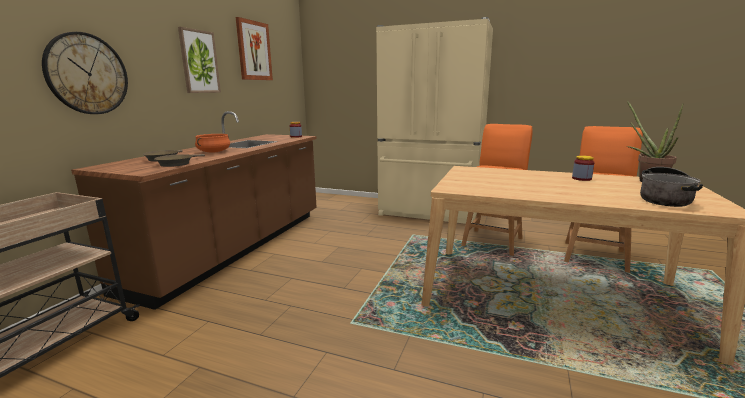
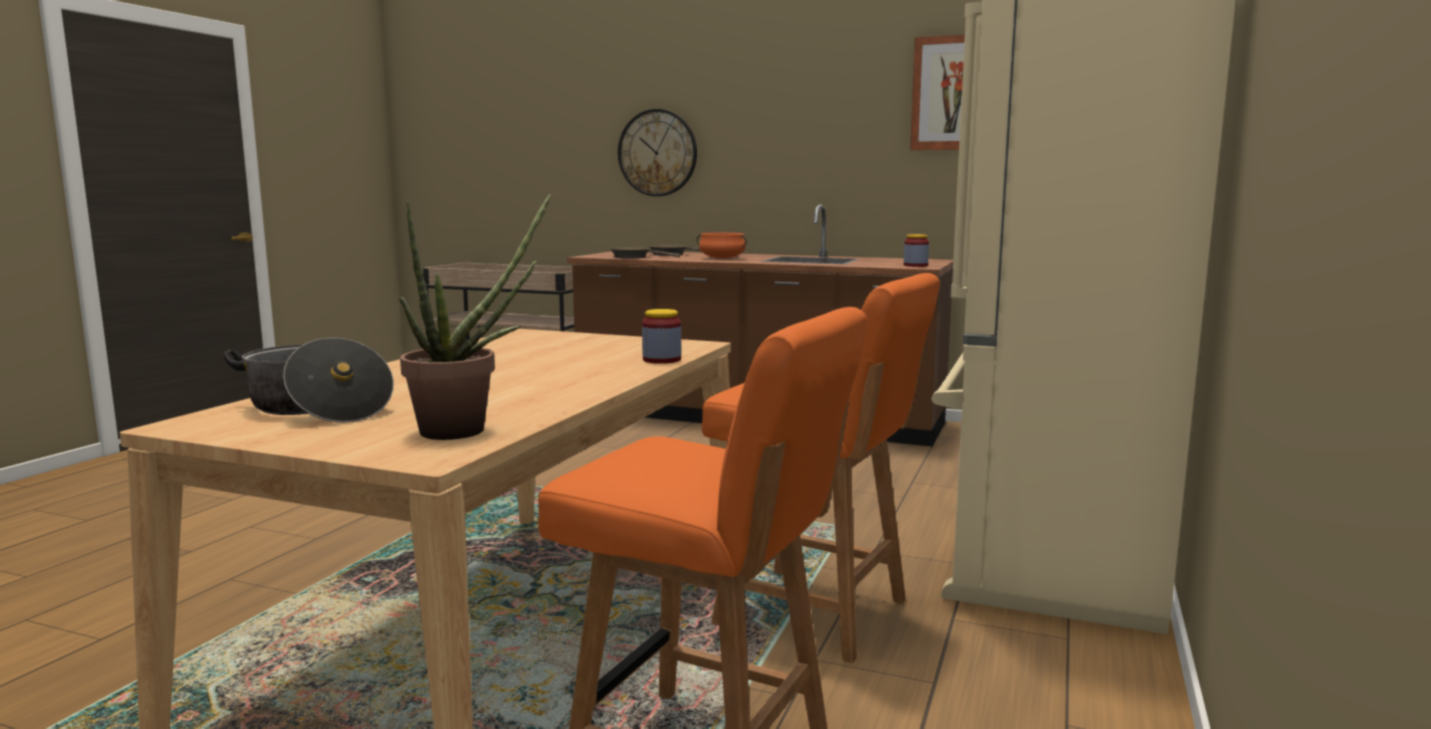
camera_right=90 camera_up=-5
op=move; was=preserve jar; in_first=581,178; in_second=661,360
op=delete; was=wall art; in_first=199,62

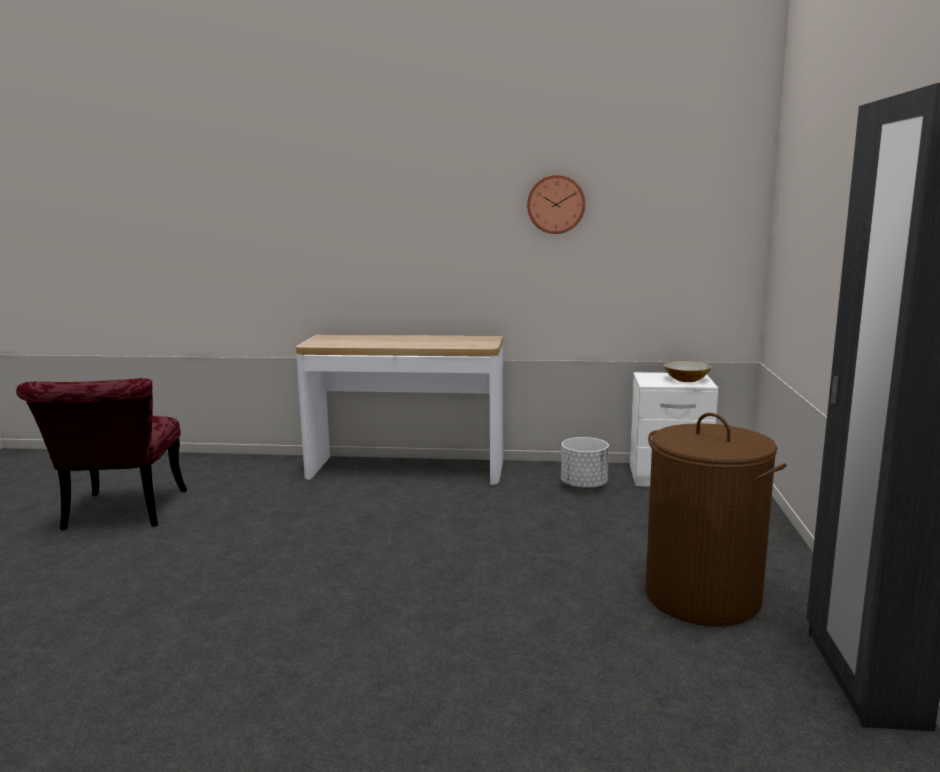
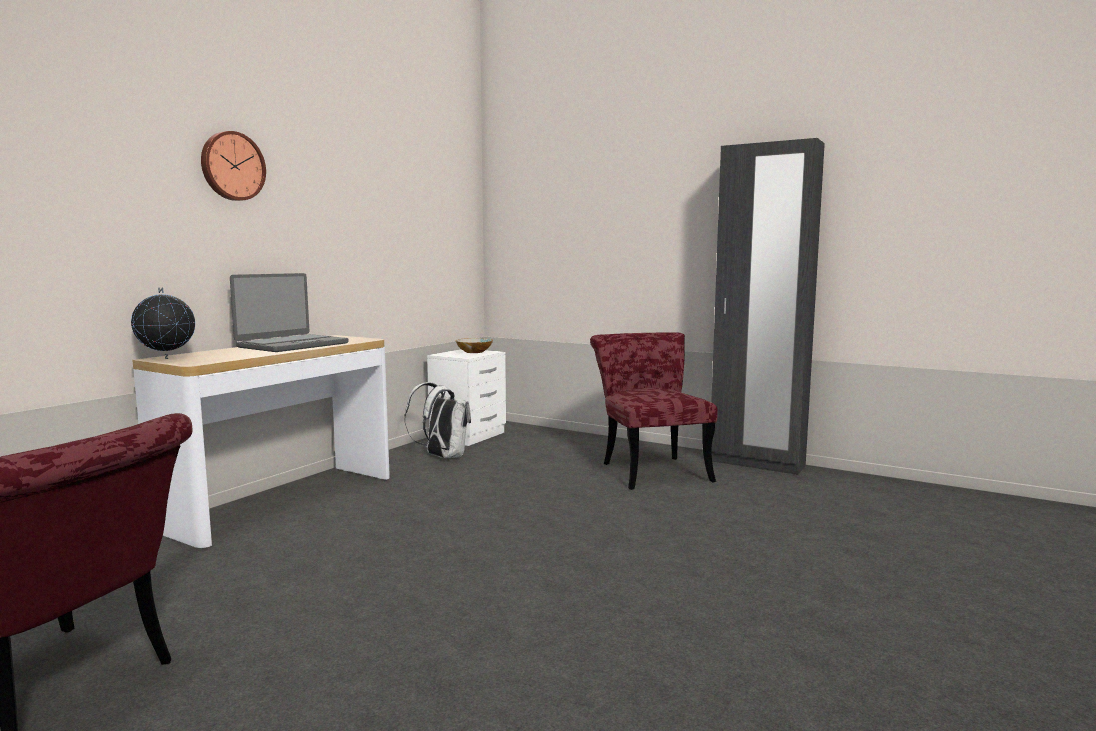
camera_right=-65 camera_up=-5
op=insert; now=desk globe; in_second=166,358
op=move; was=clock on the wall; in_first=556,204; in_second=232,166
op=insert; now=portable computer; in_second=292,345
op=replace; was=whitish planter; now=whitish knapsack; in_first=583,485; in_second=442,457
op=replace; was=brown laundry basket; now=red upright chair; in_first=703,597; in_second=650,469

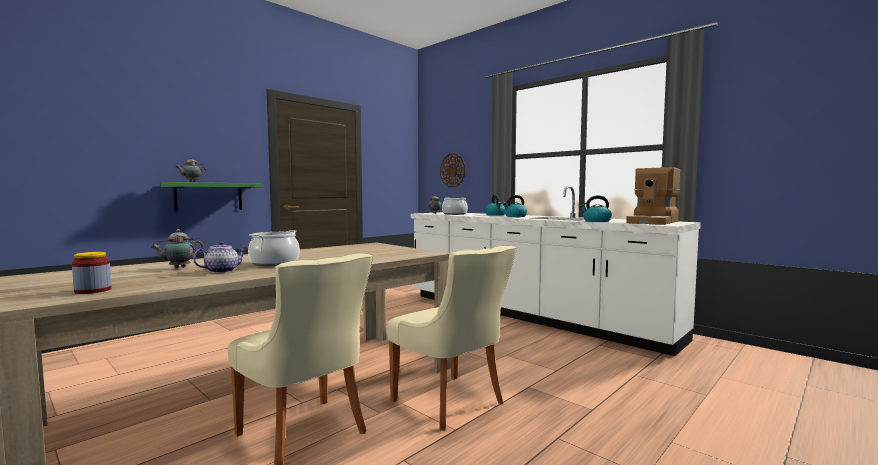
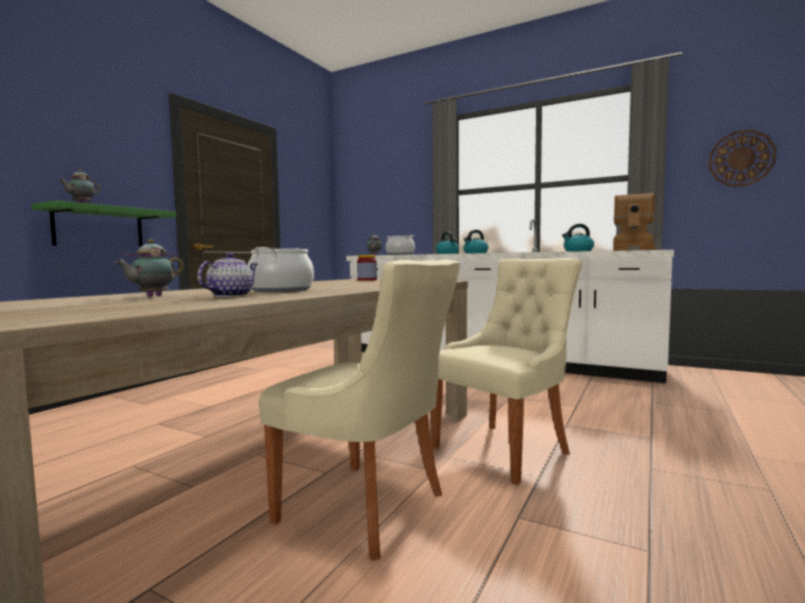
camera_right=-15 camera_up=0
op=move; was=preserve jar; in_first=93,290; in_second=367,280
op=rotate; was=sand-coloured upright chair; in_first=451,403; in_second=504,449; clockwise=-75
op=move; was=clock on the wall; in_first=452,170; in_second=741,158

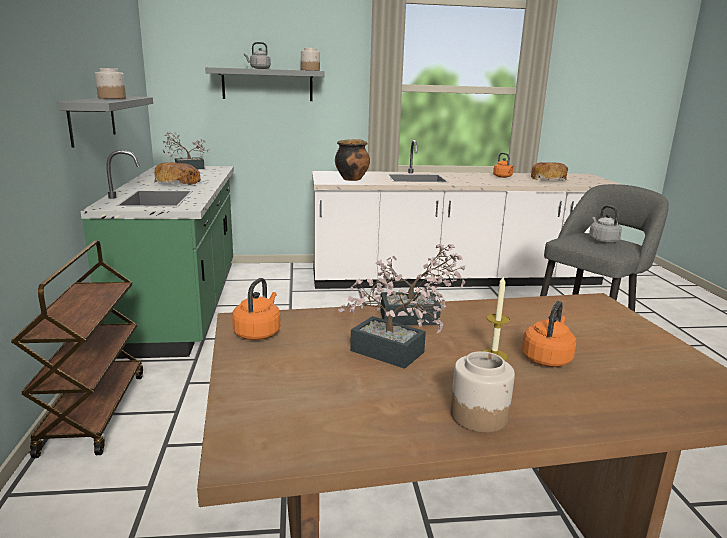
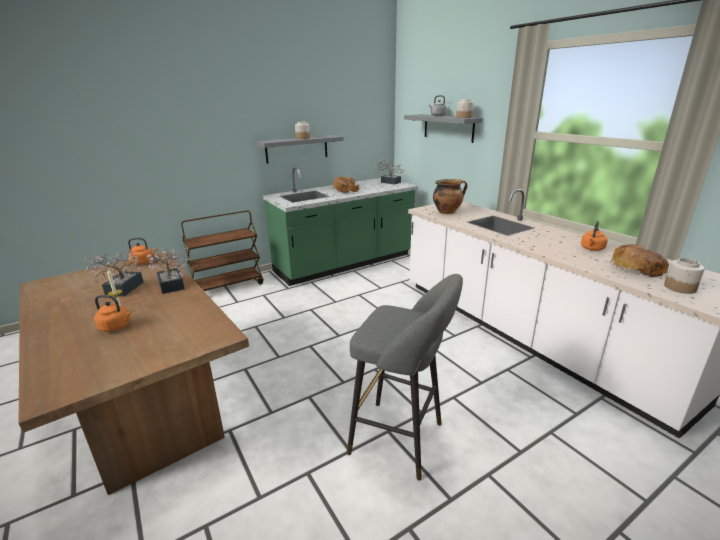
camera_right=65 camera_up=5
op=move; was=preserve jar; in_first=479,415; in_second=680,287
op=delete; was=gray kettle; in_first=602,241

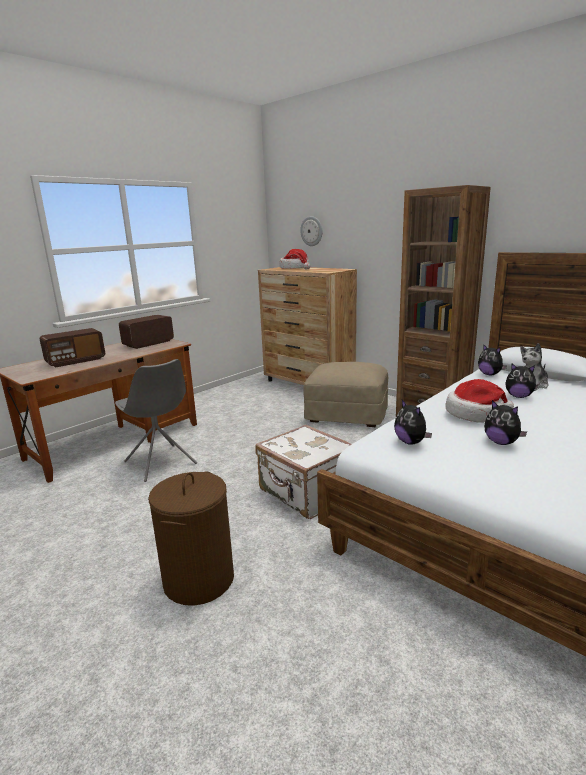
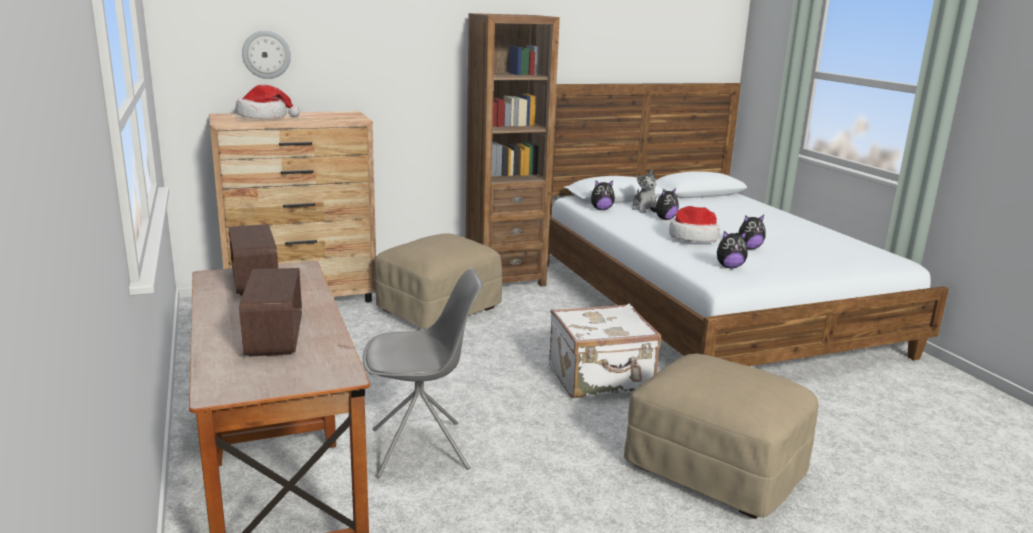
camera_right=-65 camera_up=0
op=replace; was=brown laundry basket; now=sand-coloured ottoman; in_first=199,580; in_second=716,468

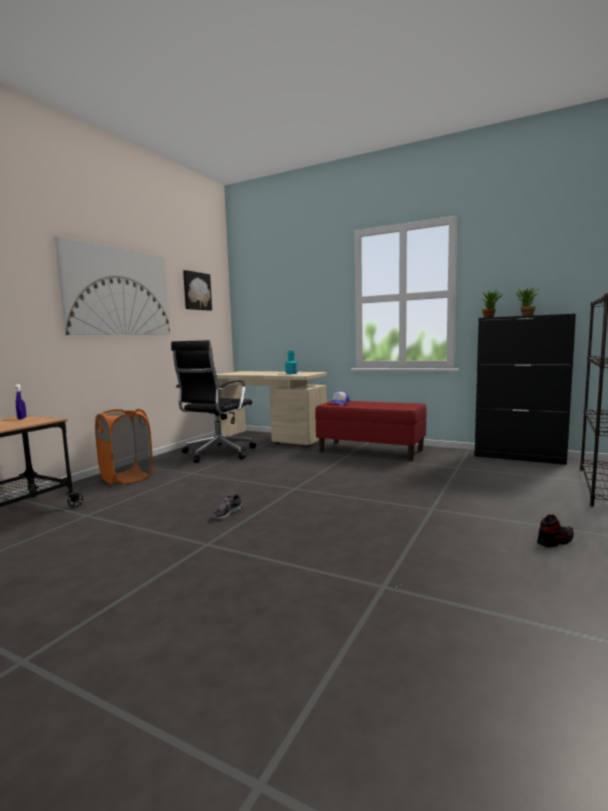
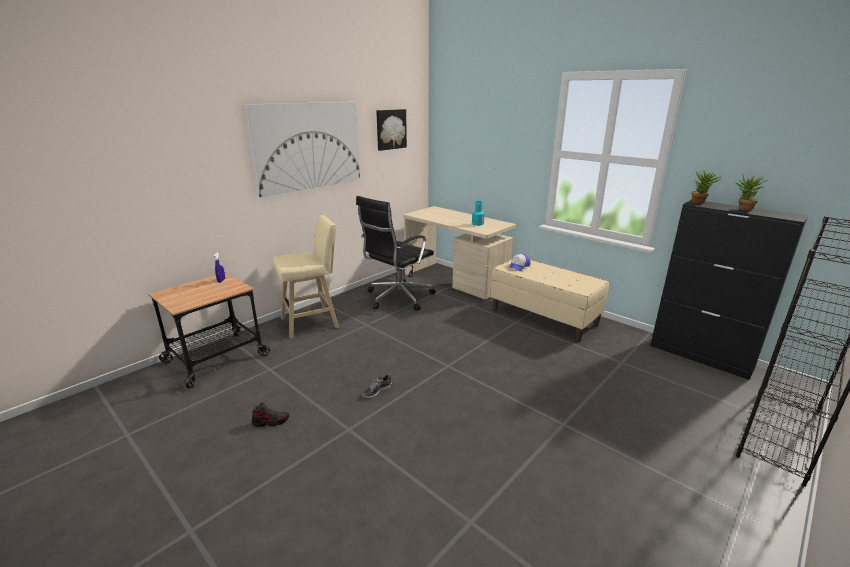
camera_right=15 camera_up=15
op=move; was=shoe; in_first=555,541; in_second=270,421
op=replace; was=orange-coloured laundry basket; now=sand-coloured stool; in_first=127,478; in_second=312,322
op=recolor; was=red indoor bench; now=sand-coloured indoor bench; in_first=371,451; in_second=544,317

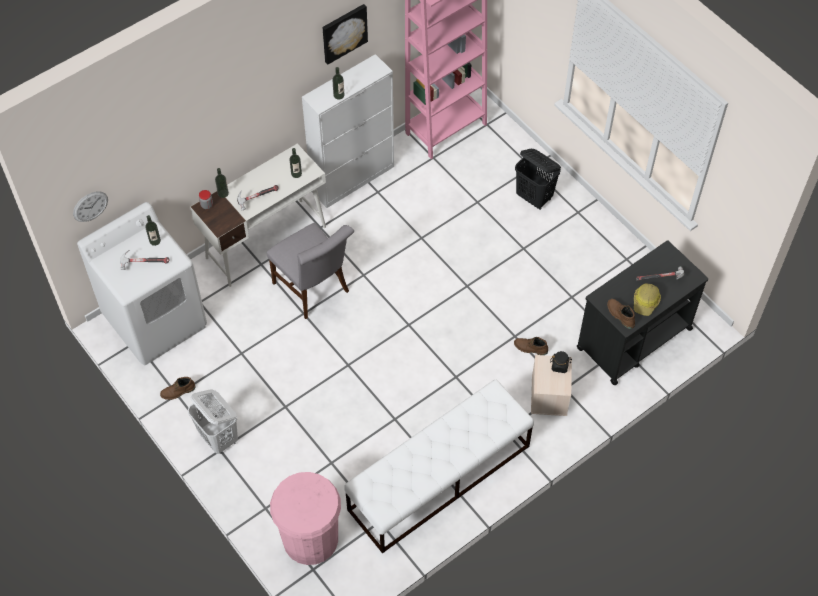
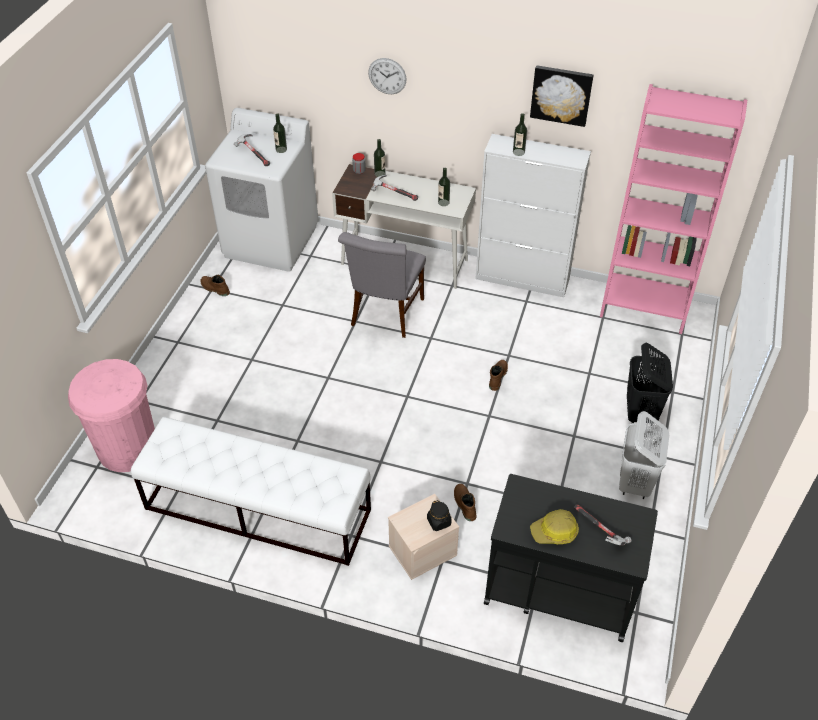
camera_right=55 camera_up=-10
op=move; was=clock on the wall; in_first=90,206; in_second=387,76
op=move; was=brown high-top boot; in_first=620,315; in_second=497,376
op=move; was=whitish laundry basket; in_first=219,438; in_second=635,483

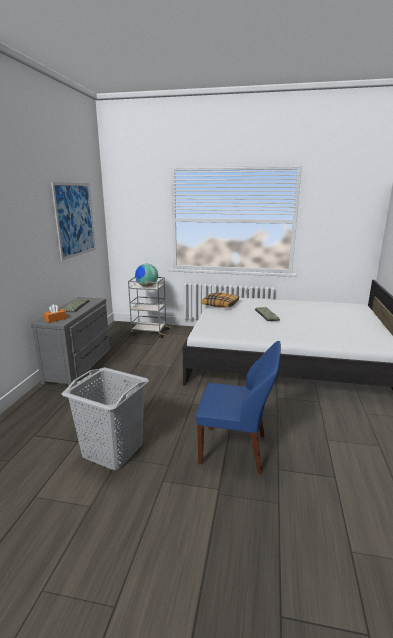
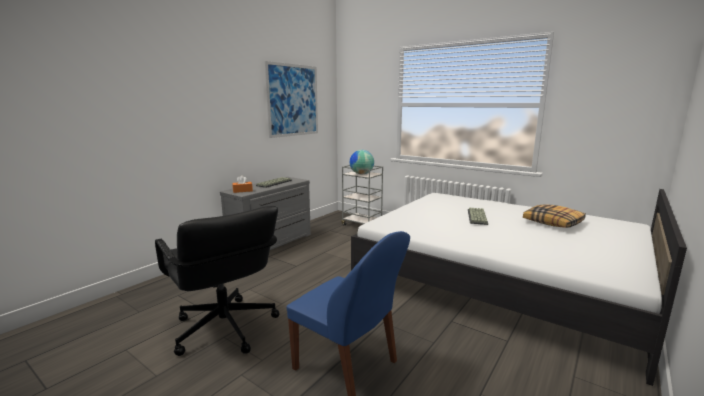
camera_right=25 camera_up=-5
op=replace; was=gray laundry basket; now=black-coloured desk chair; in_first=112,451; in_second=225,329
op=move; was=pillow; in_first=221,305; in_second=553,223

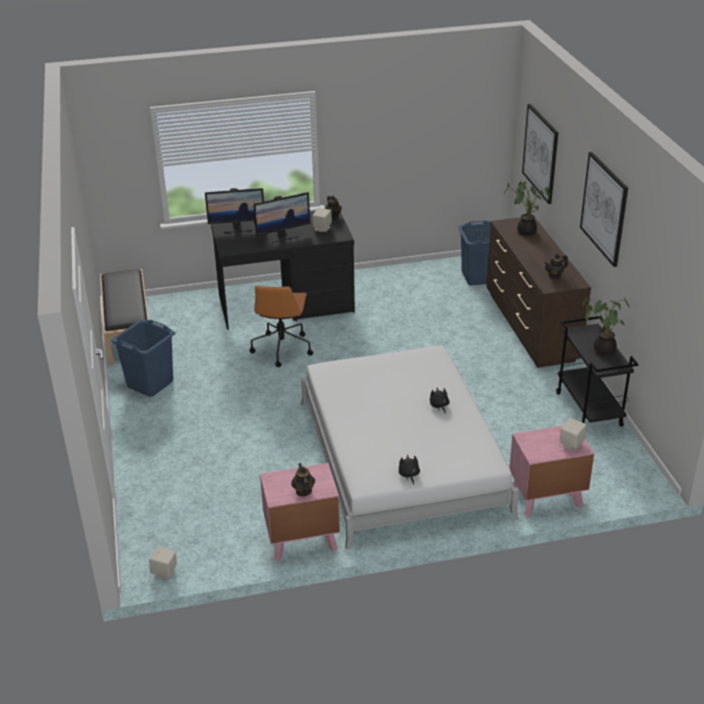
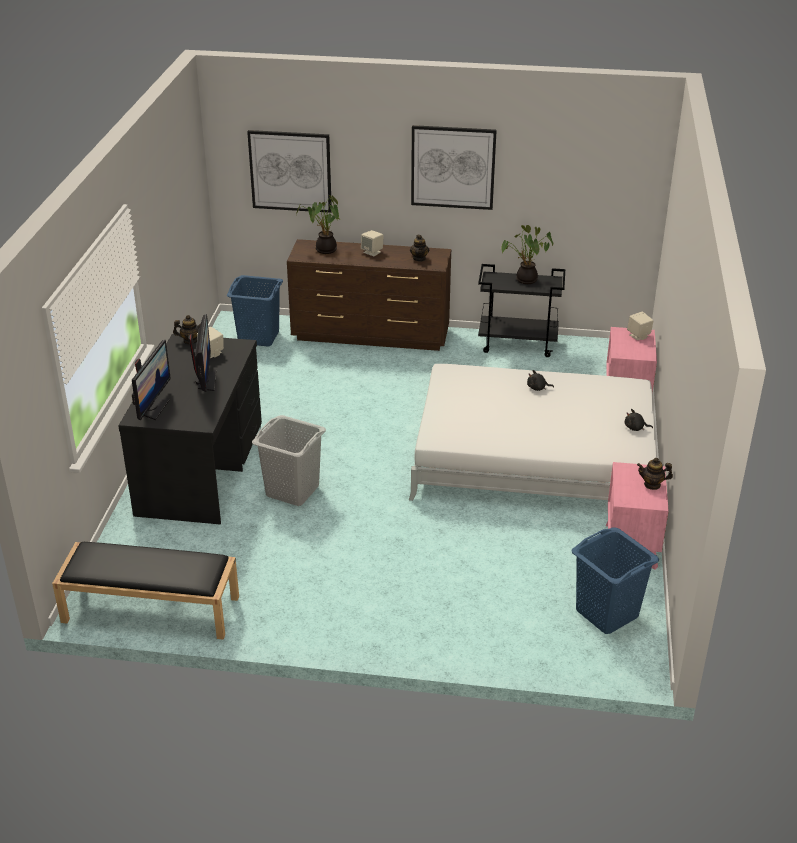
camera_right=-70 camera_up=0
op=replace; was=orange-coloured desk chair; now=gray laundry basket; in_first=282,348; in_second=292,491
op=move; was=sand-coloured speaker; in_first=164,572; in_second=372,252
op=move; was=blue laundry basket; in_first=149,384; in_second=606,613

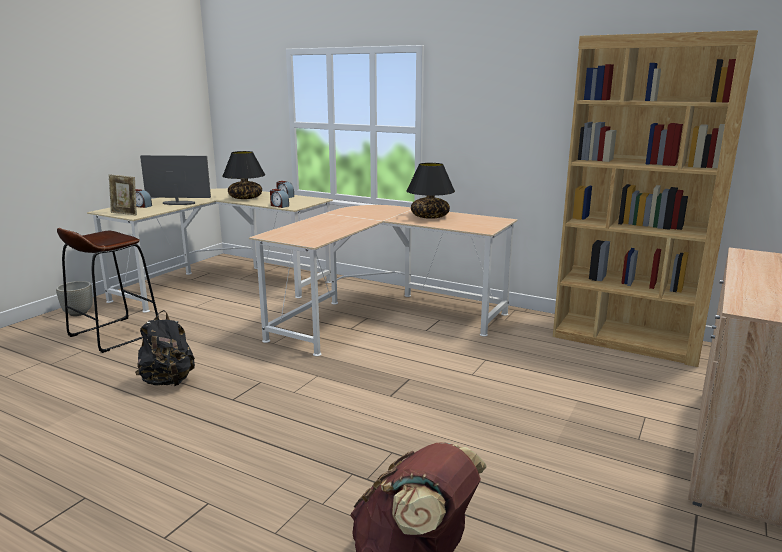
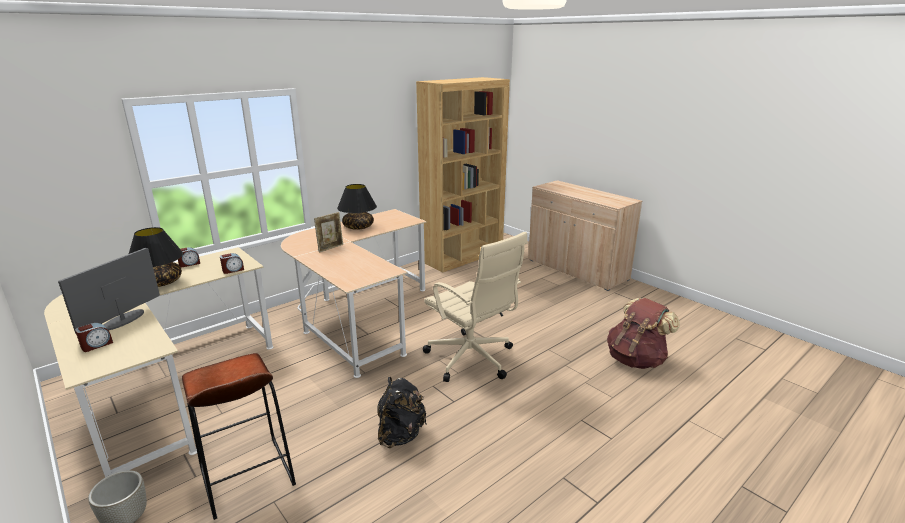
camera_right=-70 camera_up=5
op=move; was=photo frame; in_first=125,213; in_second=330,248
op=insert; now=sand-coloured desk chair; in_second=471,359

